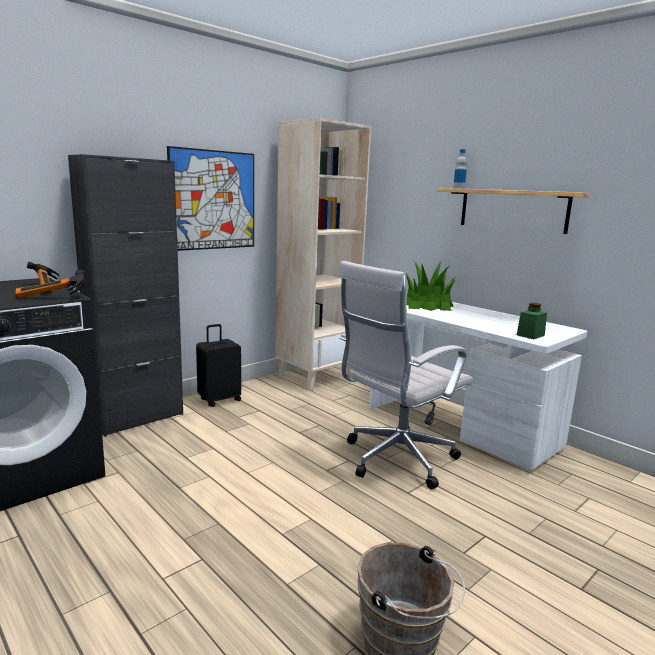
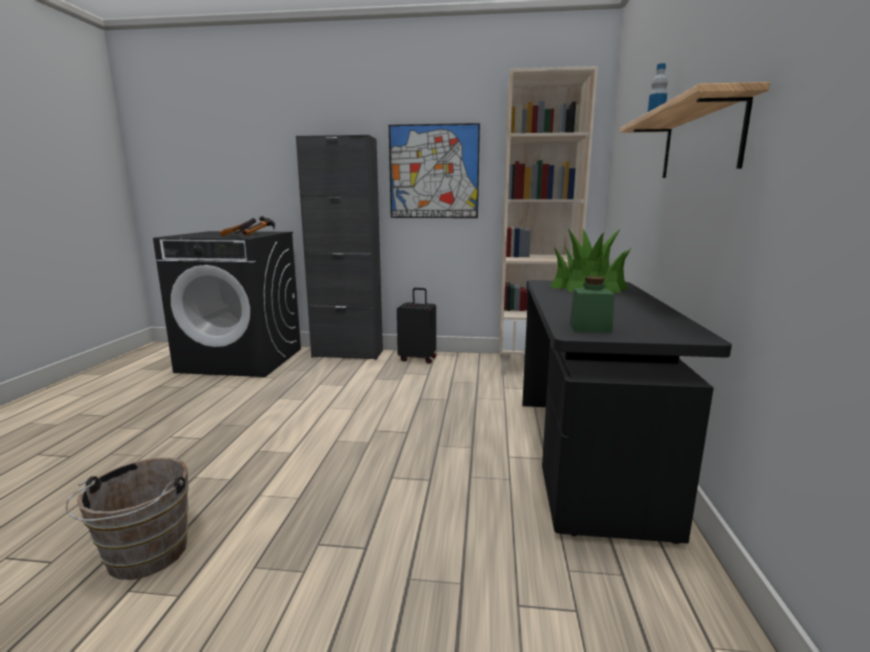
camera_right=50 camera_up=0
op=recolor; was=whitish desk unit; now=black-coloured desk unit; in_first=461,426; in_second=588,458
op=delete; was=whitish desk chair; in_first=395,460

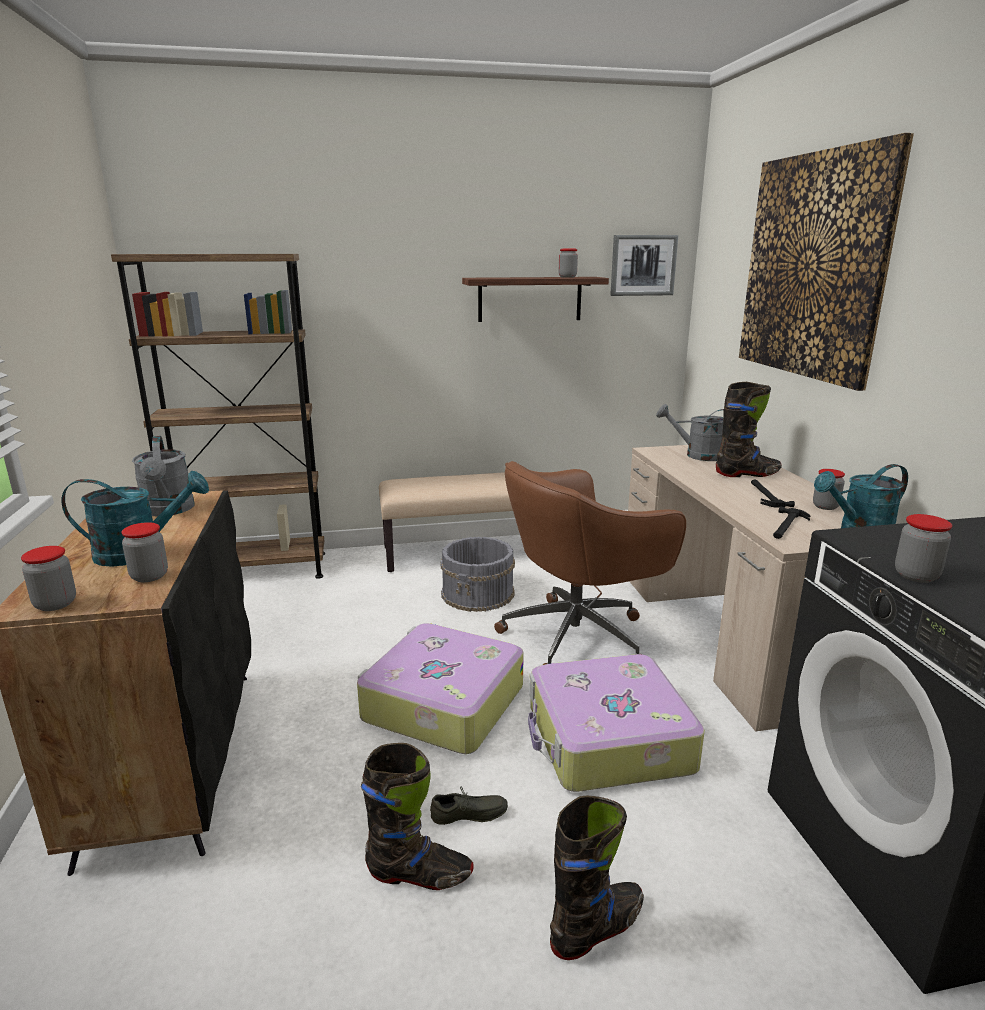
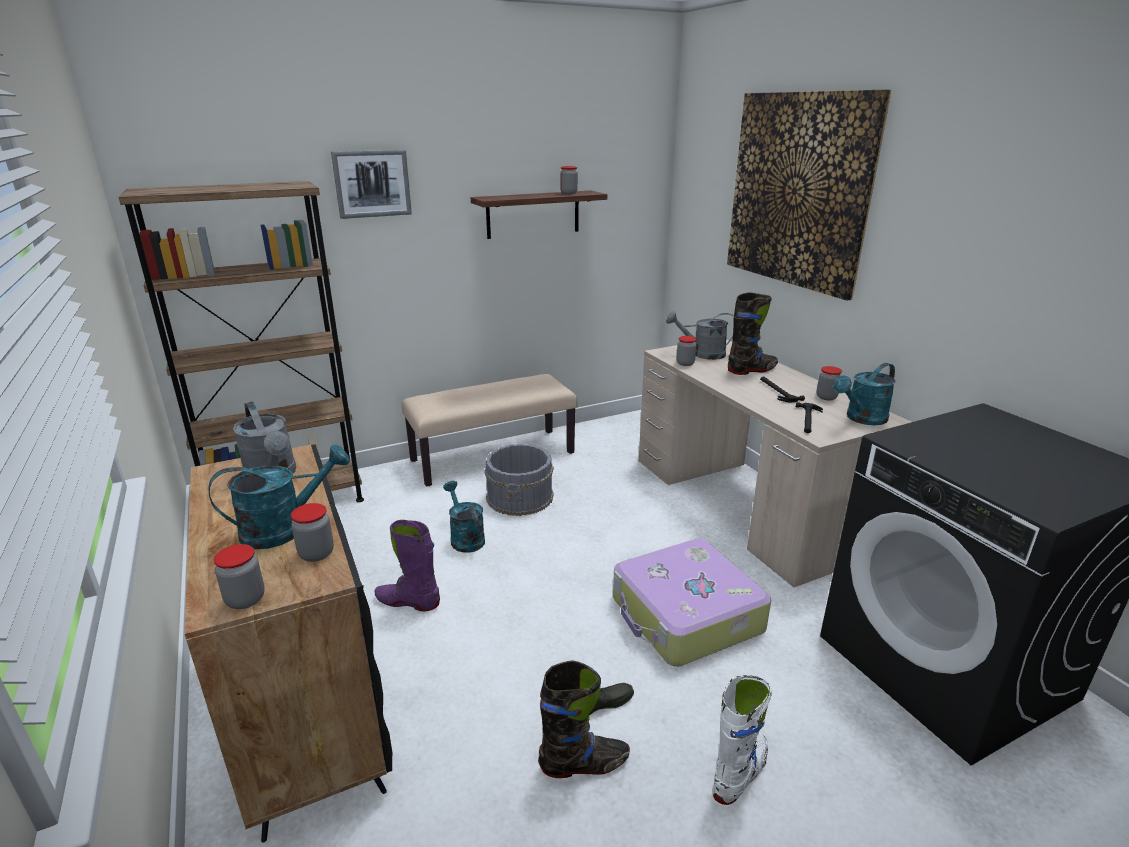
camera_right=-15 camera_up=5
op=move; was=wall art; in_first=643,265; in_second=372,183
op=insert; now=purplish high-top boot; in_second=408,602
op=insert; now=turquoise watering can; in_second=465,538
op=move; was=preserve jar; in_first=916,575; in_second=685,363
op=recolor; was=black-coloured high-top boot; now=whitish high-top boot; in_first=597,928; in_second=740,774
op=delete; was=travel case; in_first=441,703
op=delete; was=brown desk chair; in_first=579,636

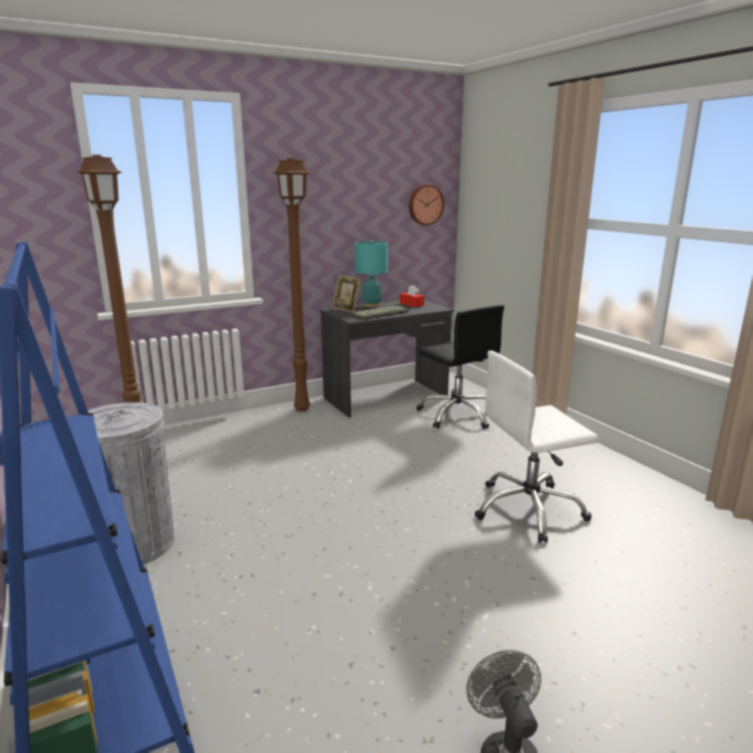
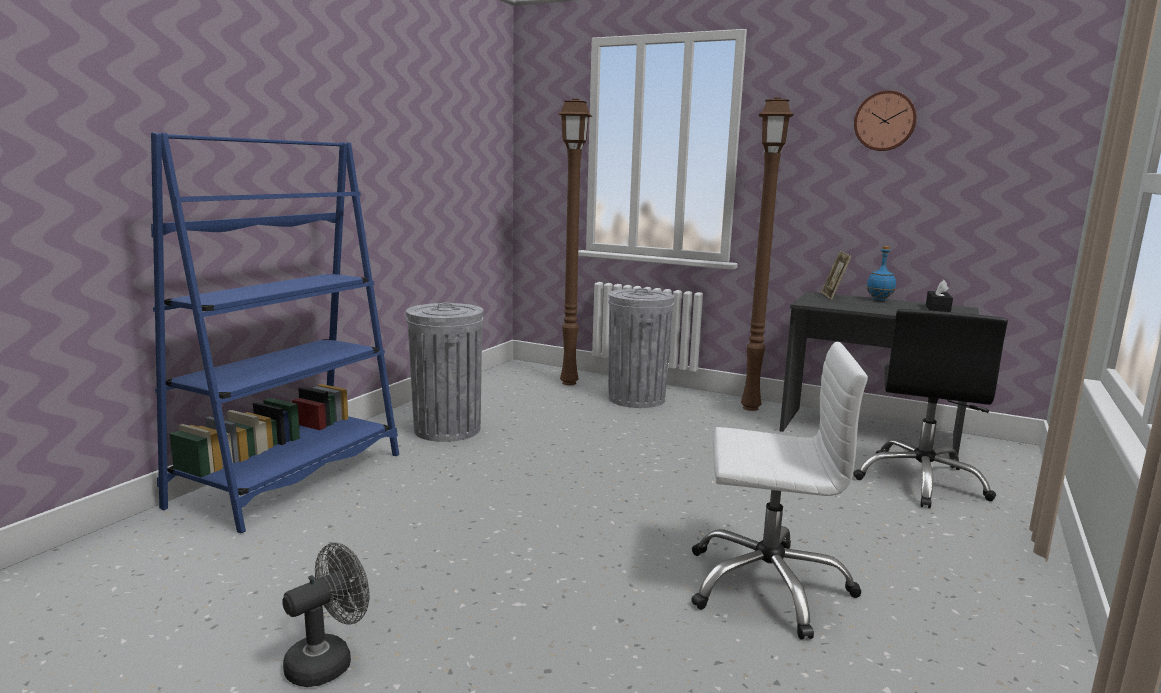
camera_right=55 camera_up=-5
op=insert; now=gray trash can; in_second=636,398
op=rotate; was=whitish desk chair; in_first=528,510; in_second=767,585; clockwise=150
op=move; was=clock on the wall; in_first=425,204; in_second=885,121
op=replace; was=turquoise table lamp; now=blue beverage bottle; in_first=371,305; in_second=878,300
op=recolor; was=red tissue holder; now=black-coloured tissue holder; in_first=411,304; in_second=937,309
op=delete; was=computer keyboard; in_first=380,313

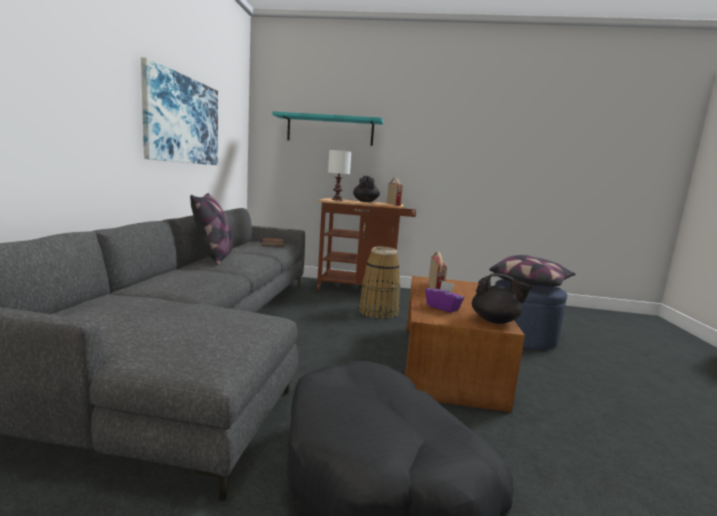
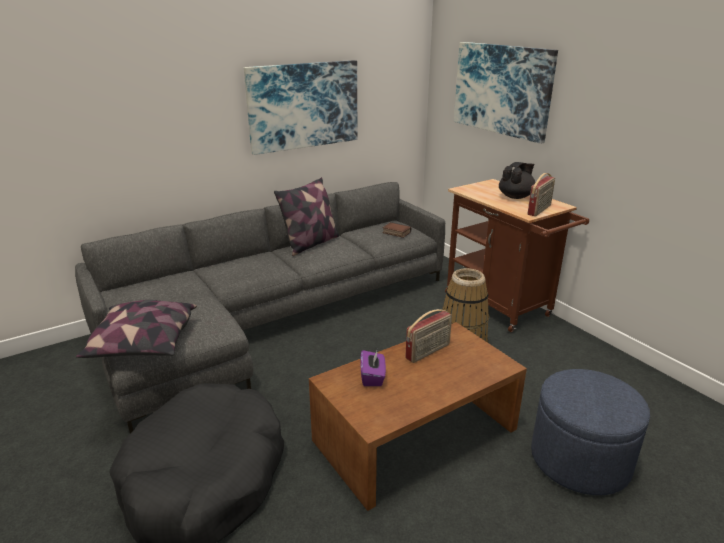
camera_right=50 camera_up=15
op=move; was=pillow; in_first=531,284; in_second=143,344
op=replace; was=turquoise bracket shelf; now=wall art; in_first=330,130; in_second=502,89
op=delete; was=whitish table lamp; in_first=336,200
op=delete; was=black-coloured tea pot; in_first=496,321

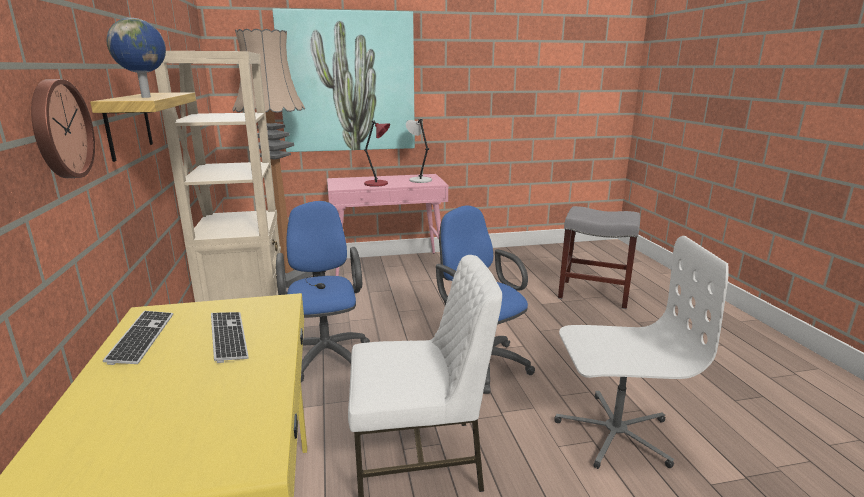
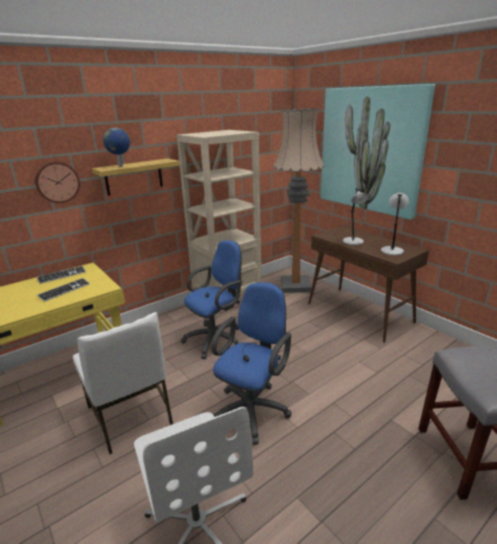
camera_right=65 camera_up=5
op=recolor; was=pink console table; now=brown console table; in_first=389,266; in_second=359,313
op=recolor; was=red table lamp; now=gray table lamp; in_first=377,184; in_second=353,242

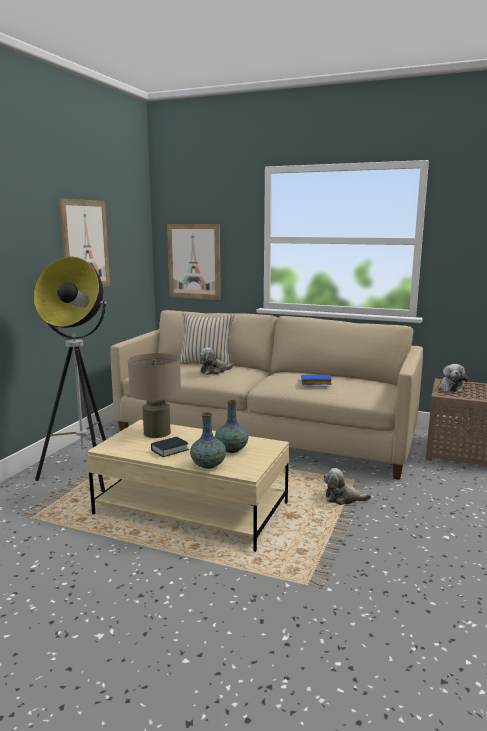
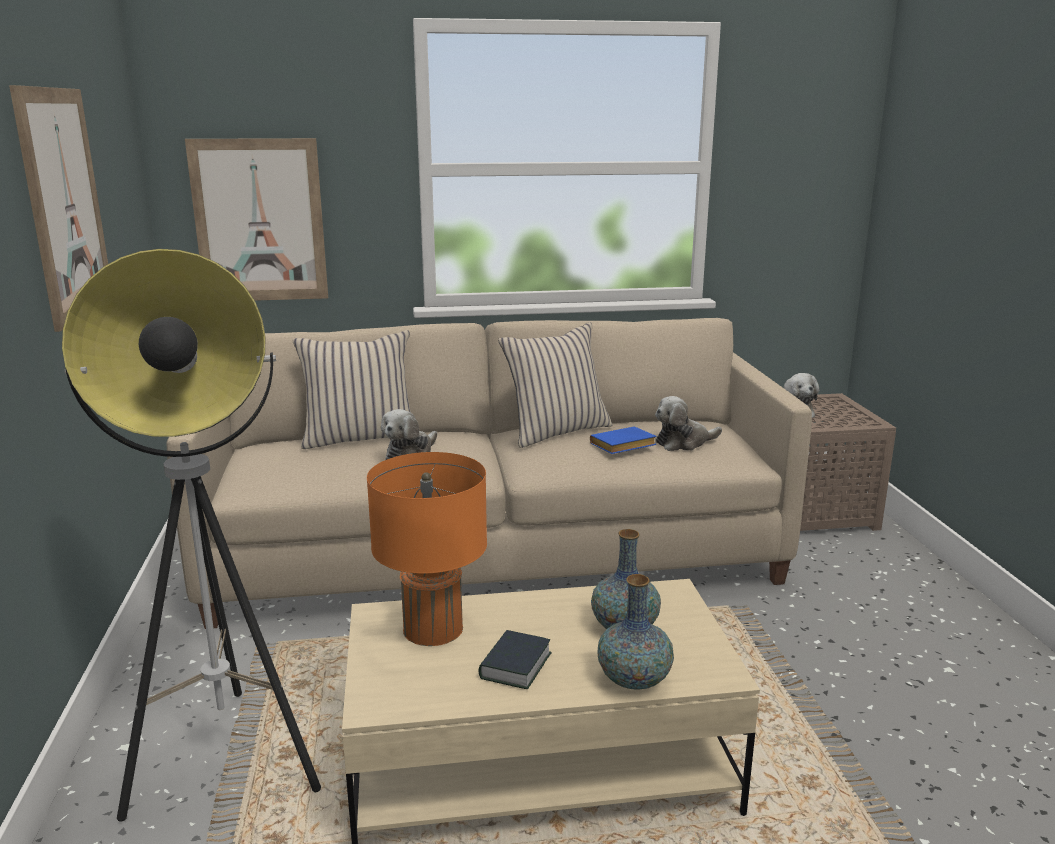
camera_right=-30 camera_up=5
op=recolor; was=sand-coloured table lamp; now=orange-coloured table lamp; in_first=157,432; in_second=433,628
op=insert; now=sand-coloured pillow; in_second=556,432
op=move; was=soft toy; in_first=343,498; in_second=683,443

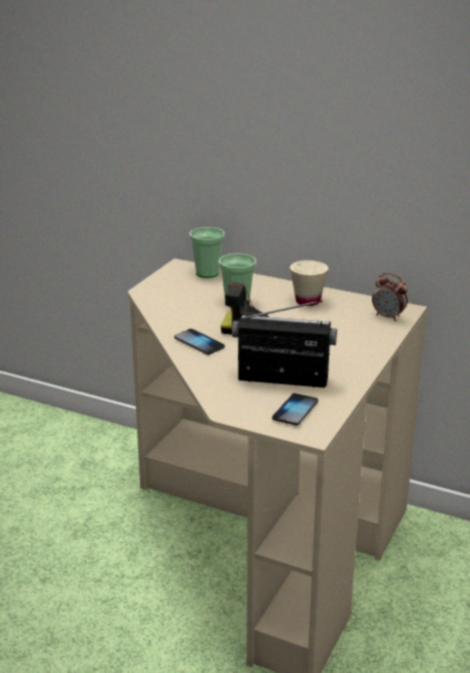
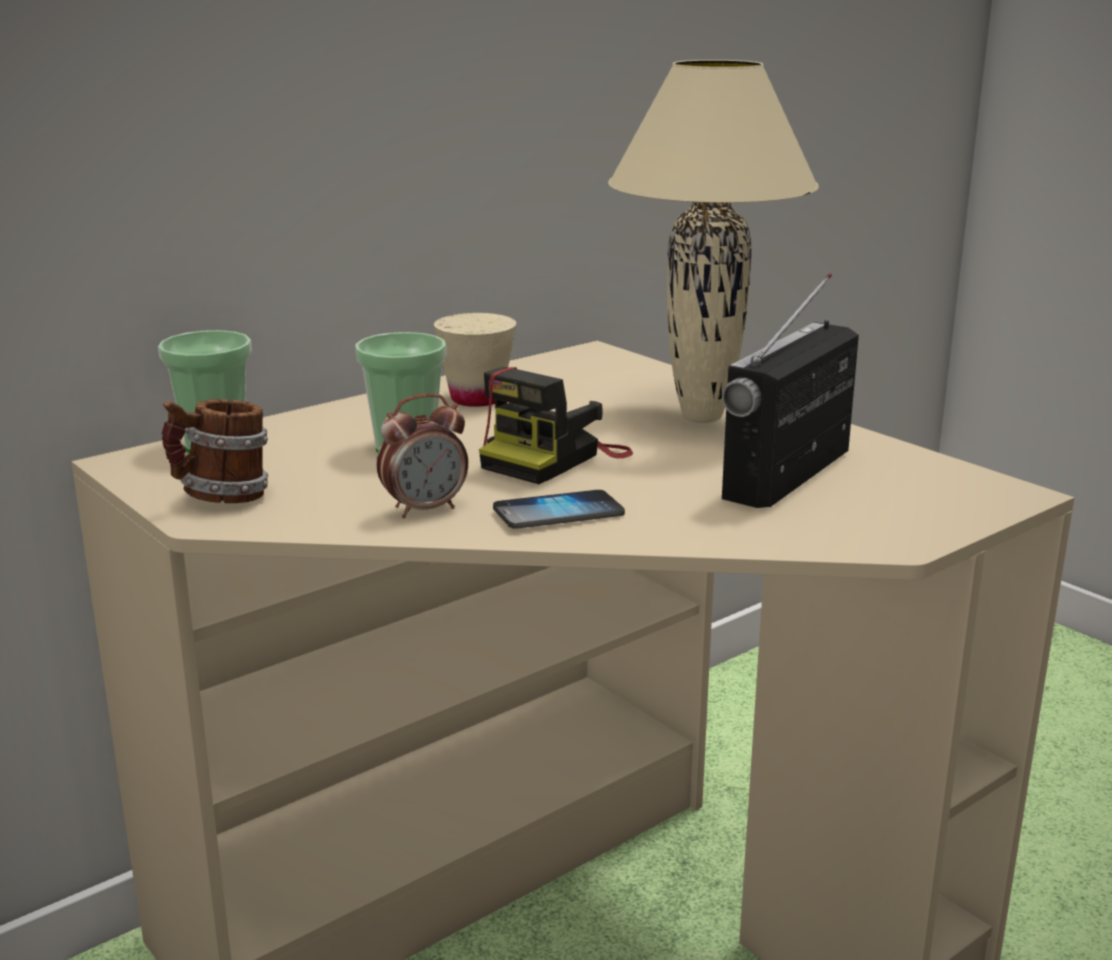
camera_right=-65 camera_up=-5
op=insert; now=mug; in_second=222,498
op=move; was=bedside clock; in_first=388,317; in_second=425,509
op=insert; now=sand-coloured table lamp; in_second=704,417
op=delete; was=phone; in_first=295,411

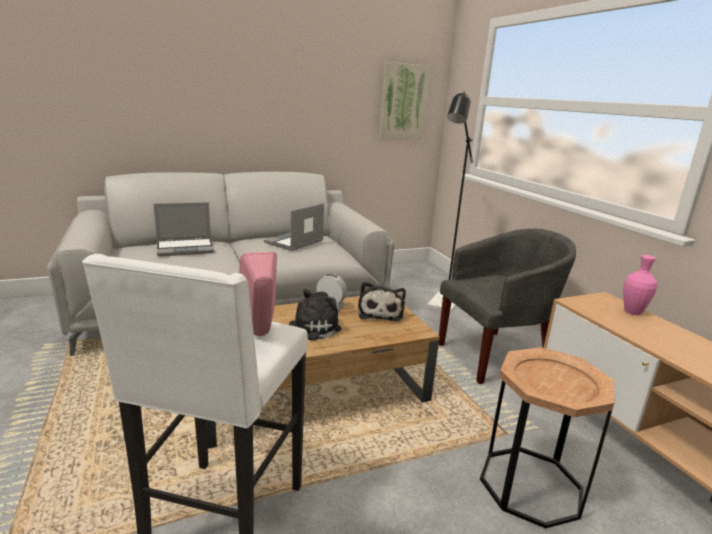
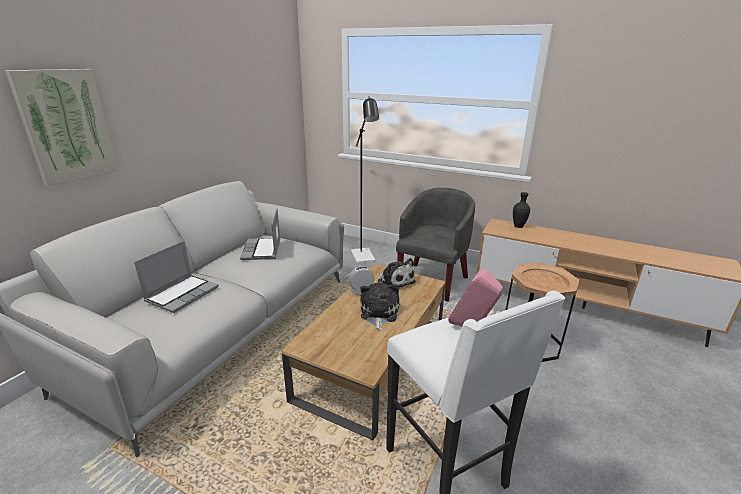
camera_right=-40 camera_up=5
op=move; was=wall art; in_first=403,102; in_second=66,125
op=recolor; was=pink flower vase; now=black-coloured flower vase; in_first=632,312; in_second=518,226

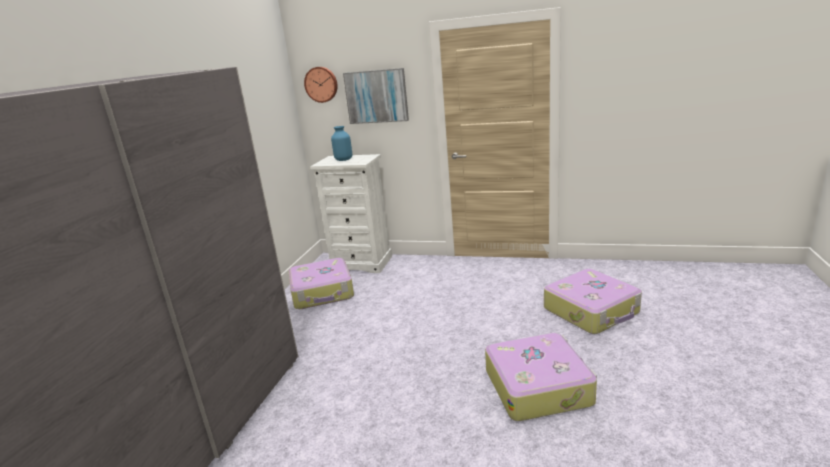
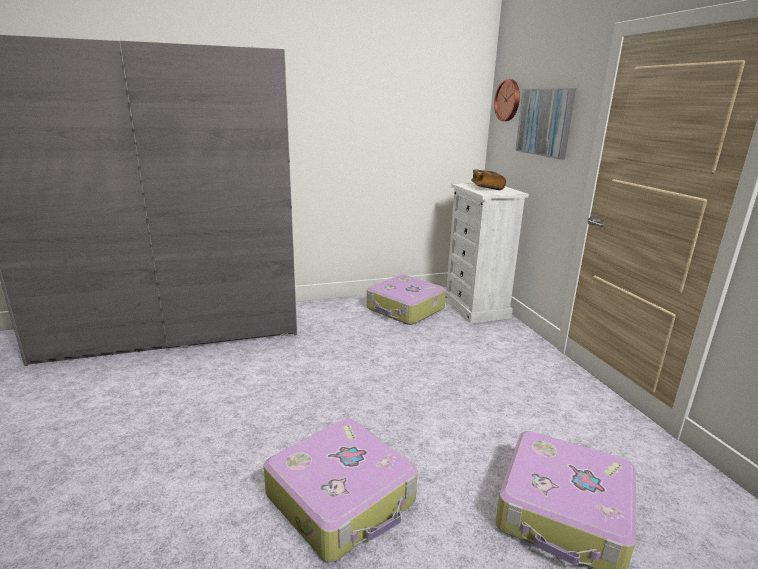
camera_right=55 camera_up=0
op=replace; was=blue flower vase; now=volume; in_first=343,160; in_second=487,187

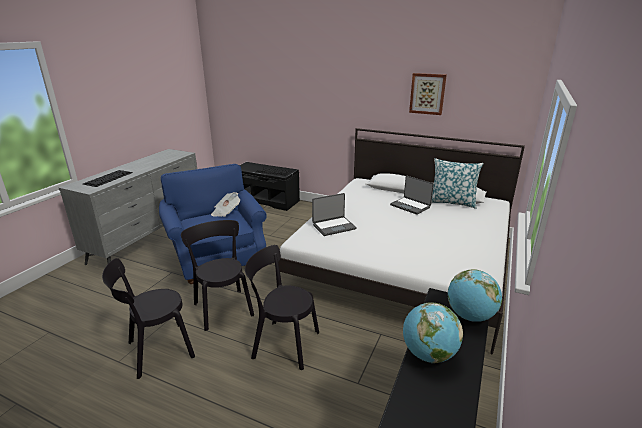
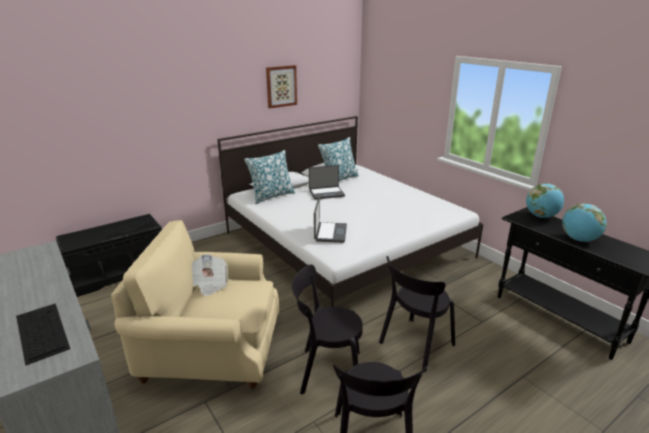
camera_right=-60 camera_up=0
op=recolor; was=blue lounge chair; now=sand-coloured lounge chair; in_first=217,256; in_second=211,350
op=insert; now=pillow; in_second=271,196

